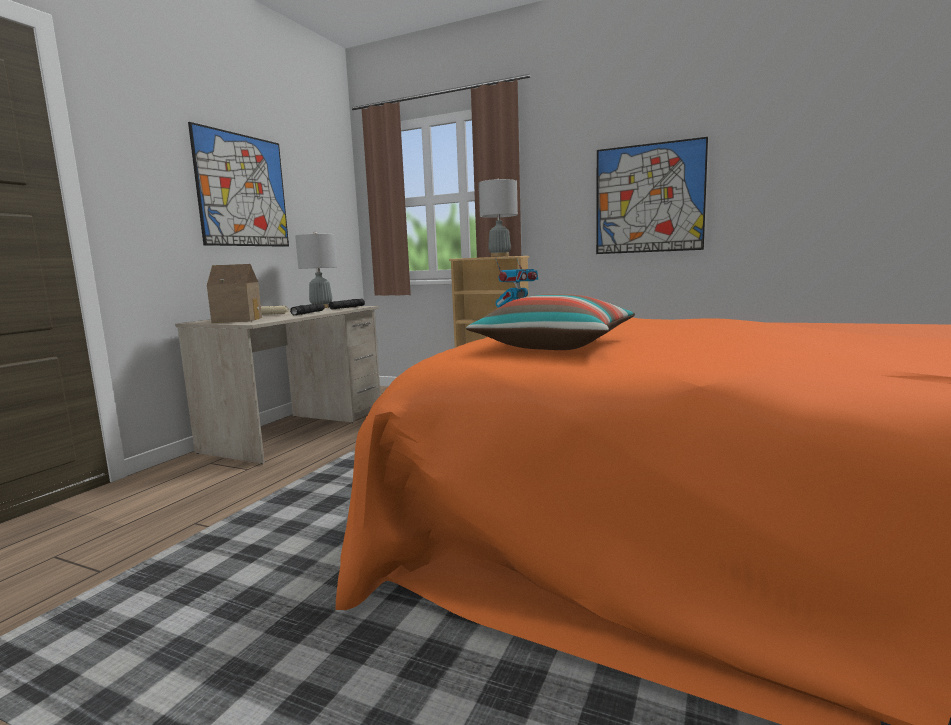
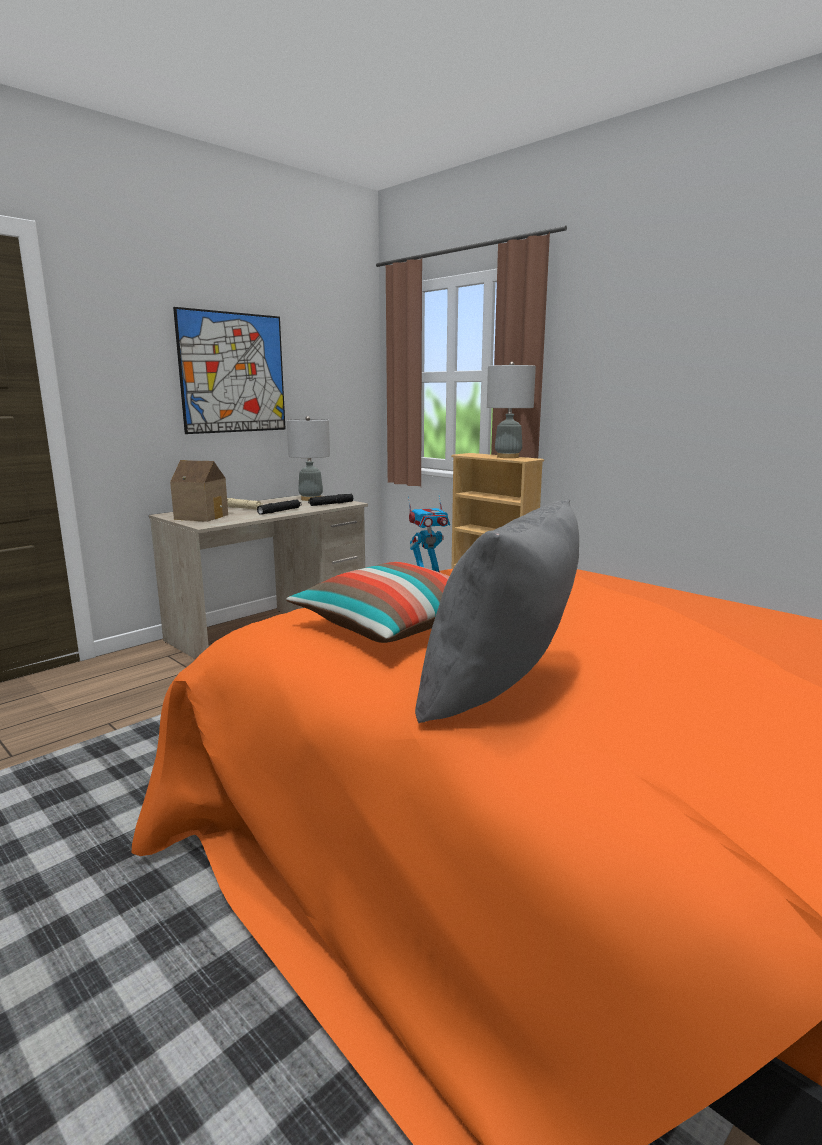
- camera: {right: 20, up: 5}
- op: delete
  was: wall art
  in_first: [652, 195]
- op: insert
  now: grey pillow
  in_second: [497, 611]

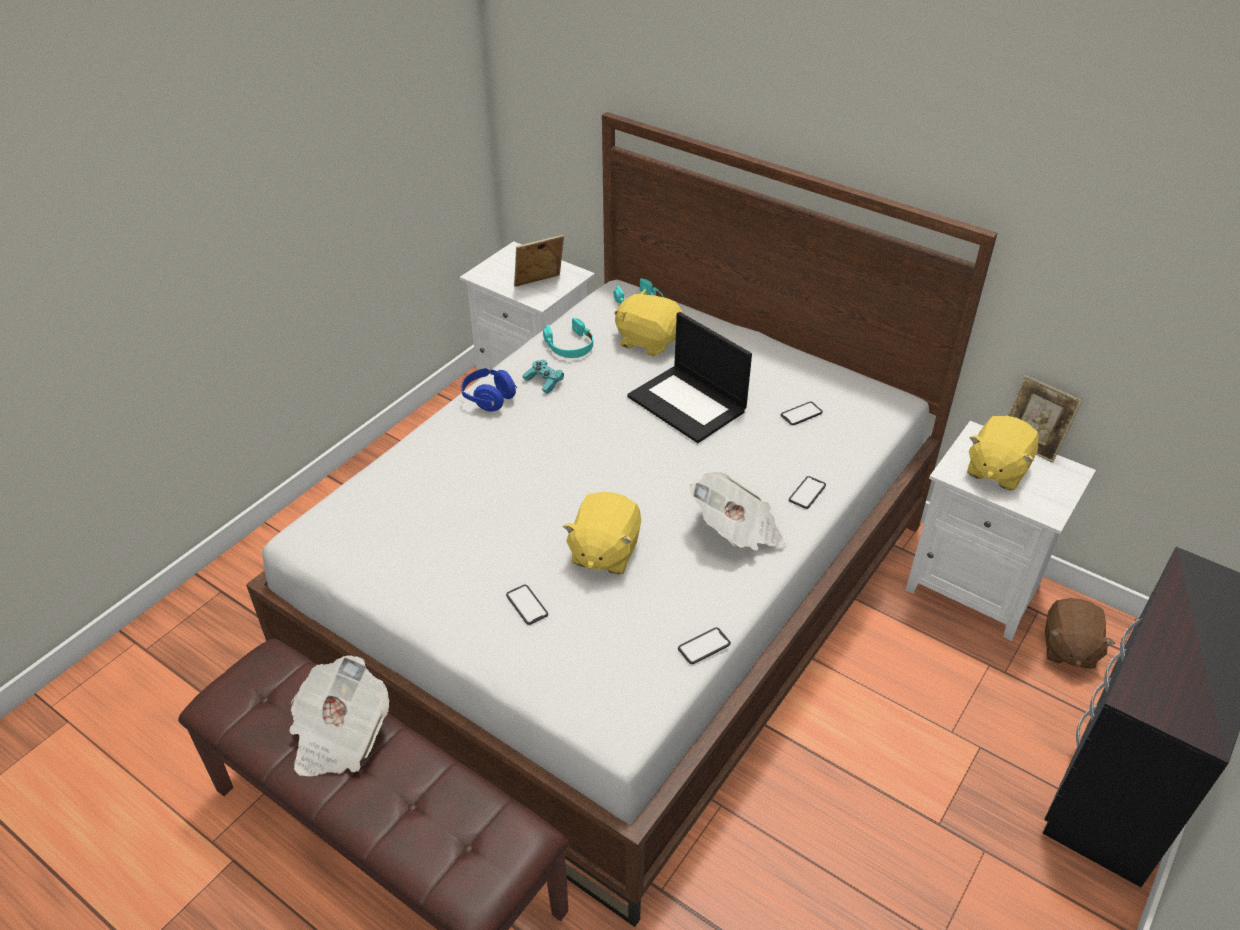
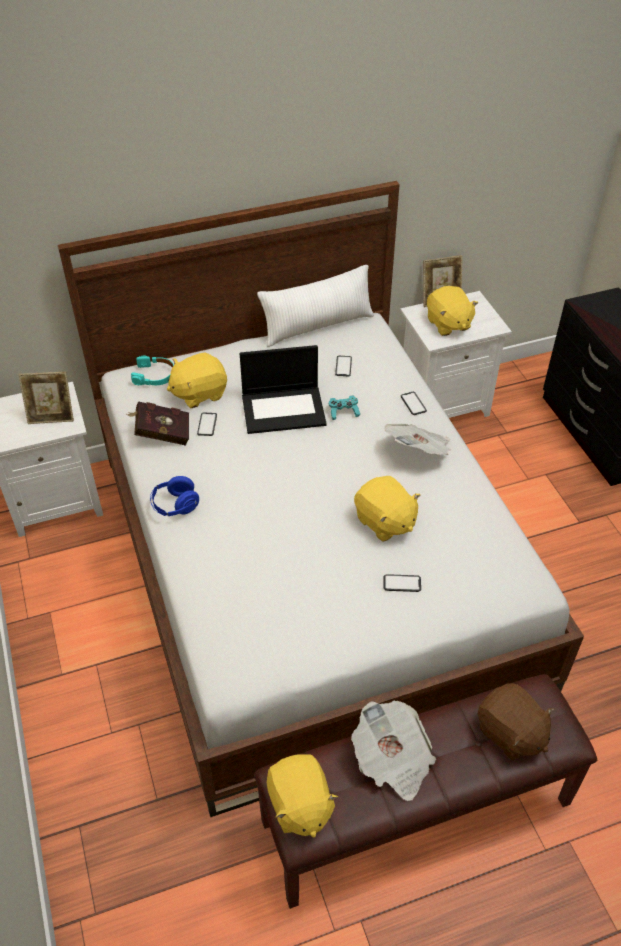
- camera: {right: -55, up: 5}
- op: rotate
  was: photo frame
  in_first: [539, 261]
  in_second: [46, 398]
  clockwise: -105
- op: replace
  was: turquoise-coloured headset
  now: red volume
  in_first: [568, 338]
  in_second: [158, 423]
- op: move
  was: turquoise-coloured game controller
  in_first: [543, 377]
  in_second: [344, 408]
- op: move
  was: brownish soft toy
  in_first: [1080, 633]
  in_second: [516, 722]
- op: move
  was: telephone
  in_first: [704, 646]
  in_second: [207, 424]
- op: insert
  now: white pillow
  in_second: [315, 306]
- op: insert
  now: yellow soft toy
  in_second: [302, 795]

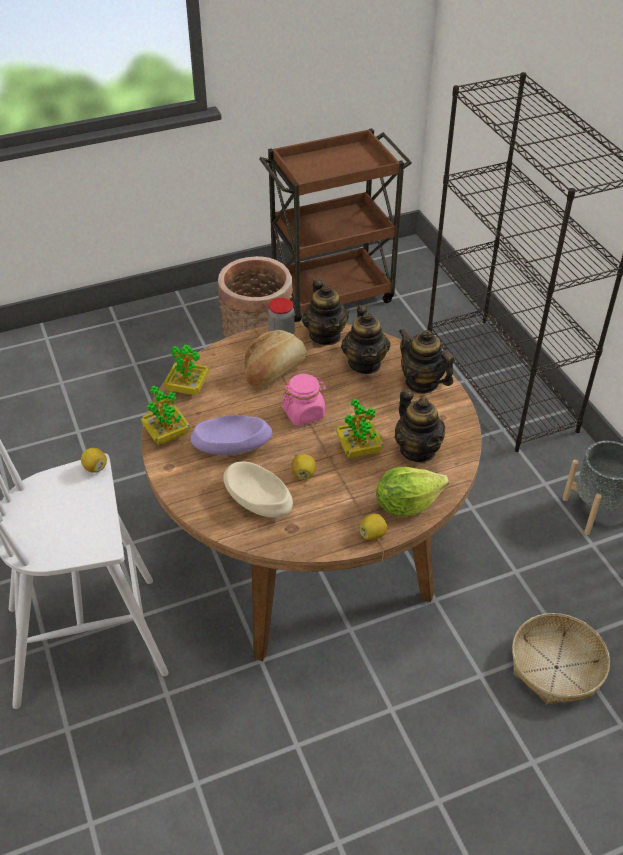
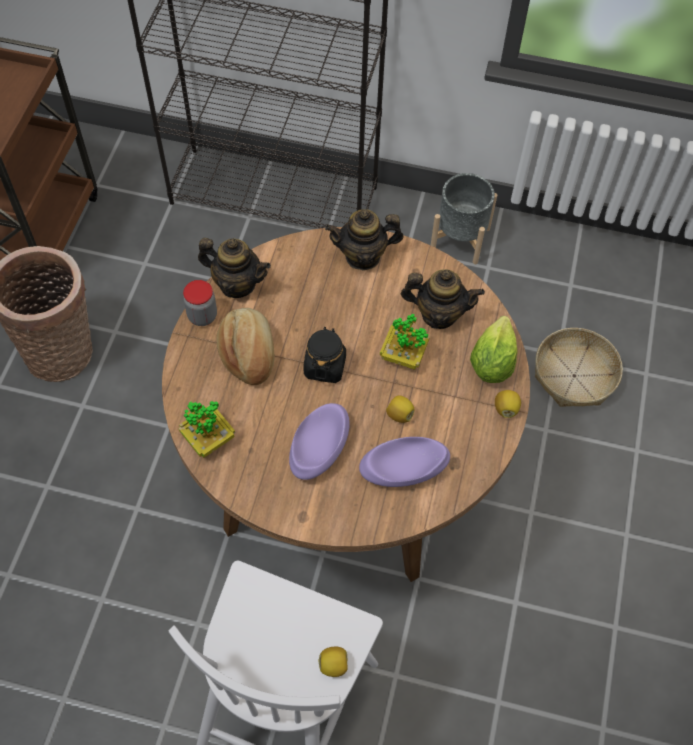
- camera: {right: -55, up: 15}
- op: delete
  was: tea pot
  in_first: [365, 339]
- op: recolor
  was: pink-coloured storage jar
  now: black-coloured storage jar
  in_first: [304, 400]
  in_second: [324, 355]
- op: delete
  was: potted plant
  in_first: [165, 415]
- op: move
  was: whole lemon
  in_first: [94, 460]
  in_second: [333, 661]
- op: recolor
  was: beige serving bowl
  now: purple serving bowl
  in_first: [258, 490]
  in_second: [404, 462]

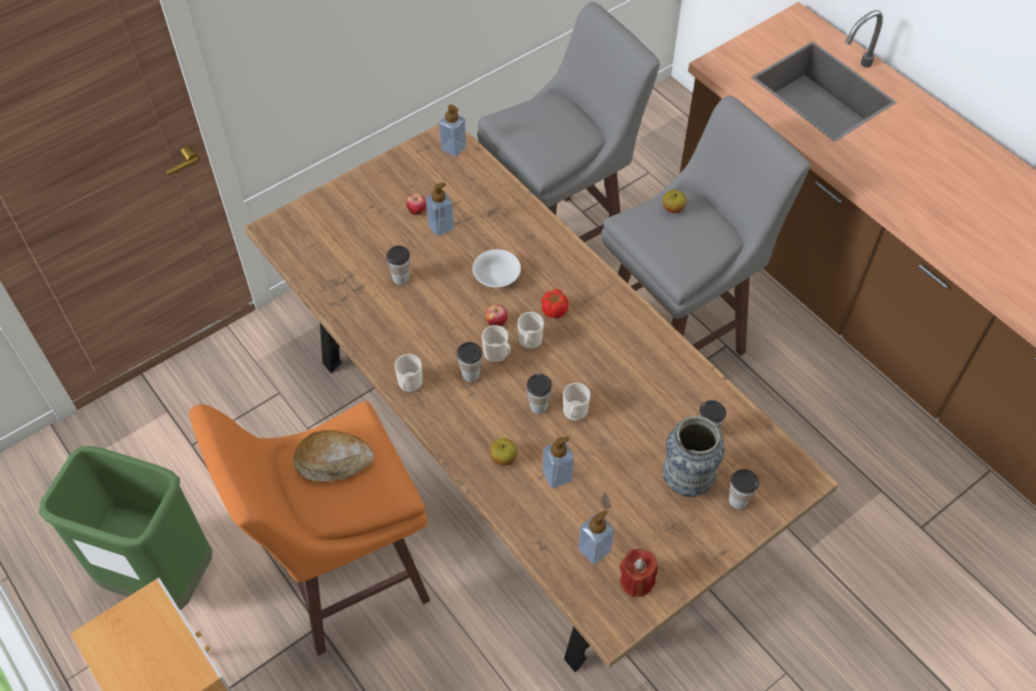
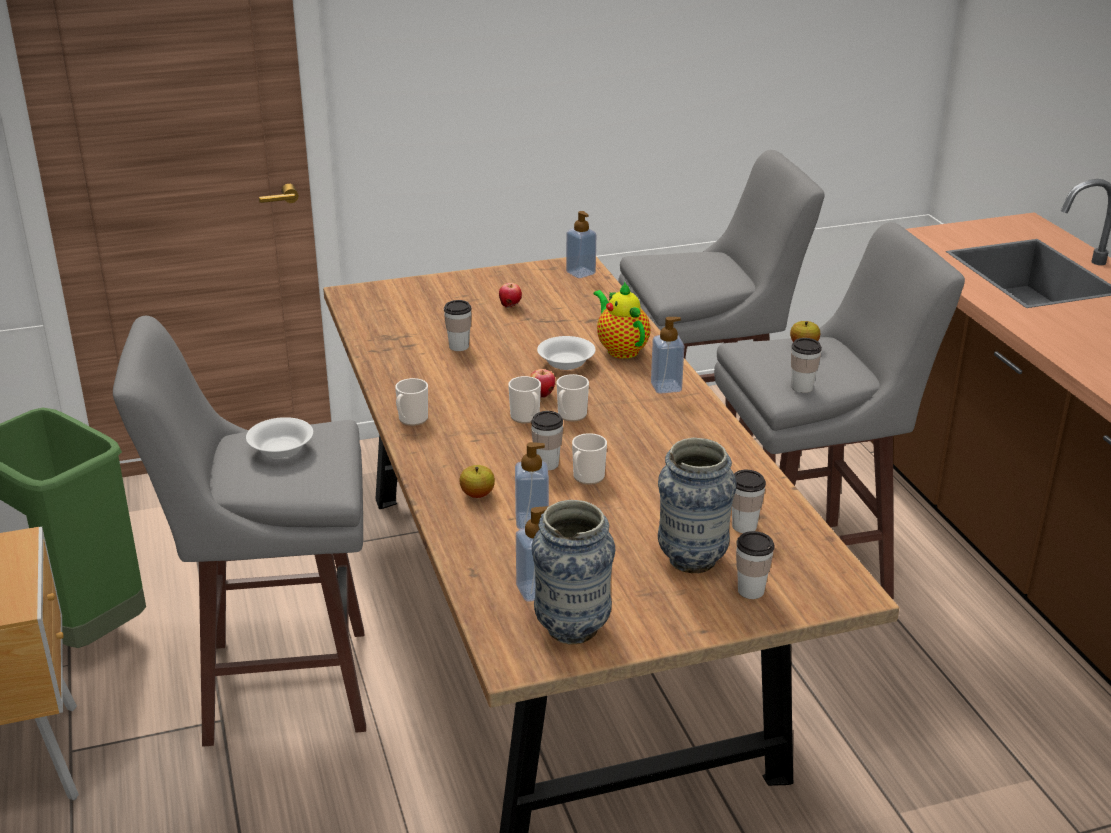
- camera: {right: 20, up: -25}
- op: move
  was: soap dispenser
  in_first: [440, 209]
  in_second: [667, 355]
- op: delete
  was: fresh tomato
  in_first: [555, 304]
- op: move
  was: cup
  in_first: [469, 362]
  in_second: [806, 365]
- op: recolor
  was: orangey sitting stool
  now: grey sitting stool
  in_first: [309, 528]
  in_second: [239, 531]
- op: replace
  was: baked bread
  now: white serving bowl
  in_first: [334, 456]
  in_second: [279, 437]
- op: replace
  was: red wax light
  now: decorative vase
  in_first: [639, 573]
  in_second: [573, 572]
- op: insert
  now: tea pot
  in_second: [622, 320]

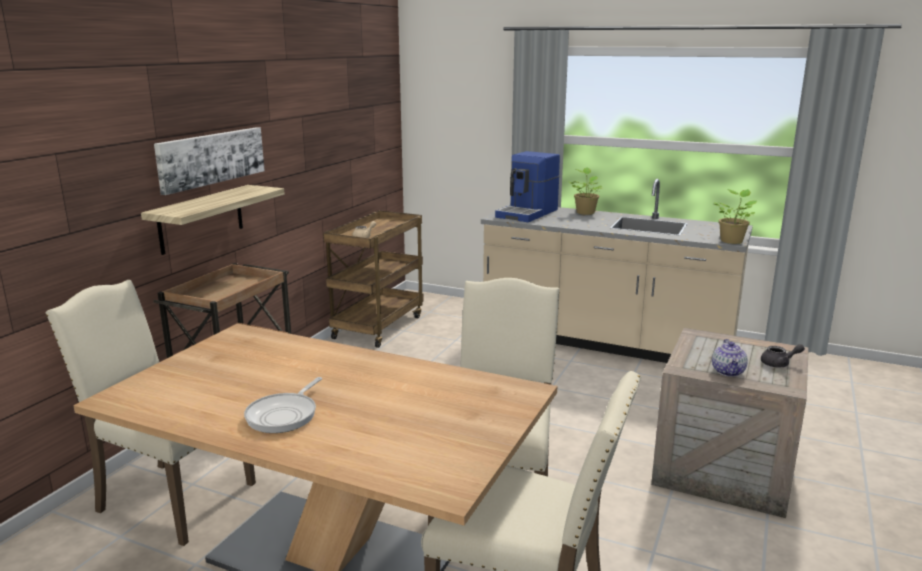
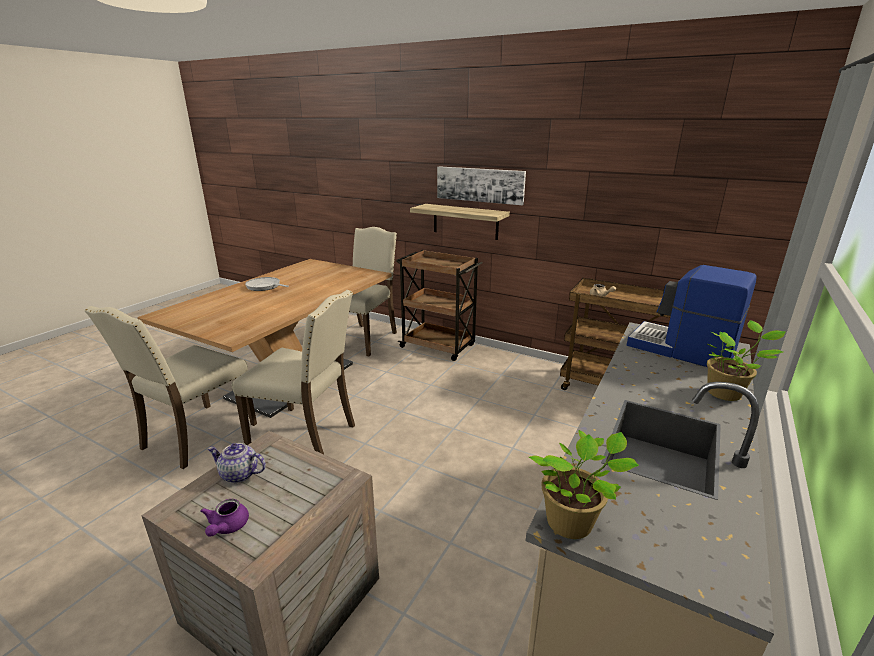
- camera: {right: 95, up: 5}
- op: recolor
  was: grey tea pot
  now: purple tea pot
  in_first: [783, 356]
  in_second: [224, 518]

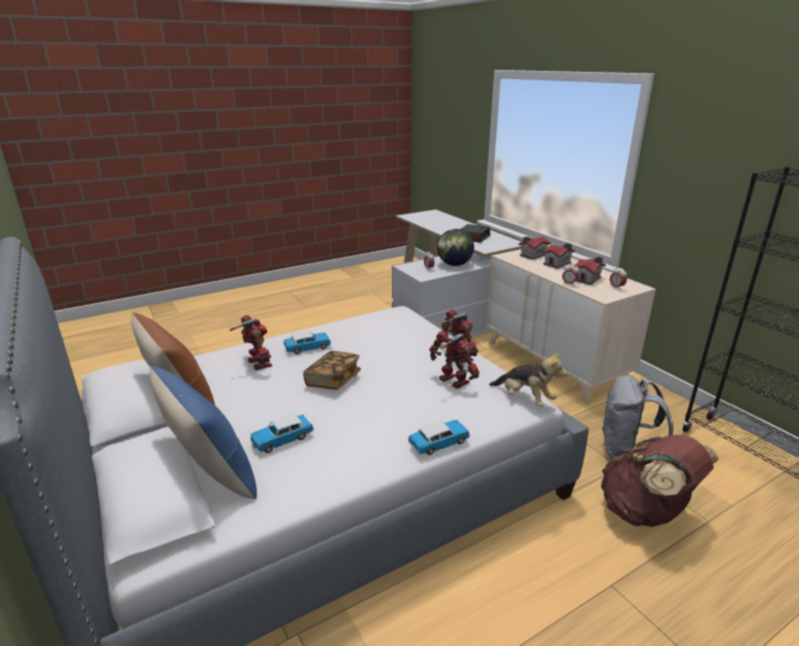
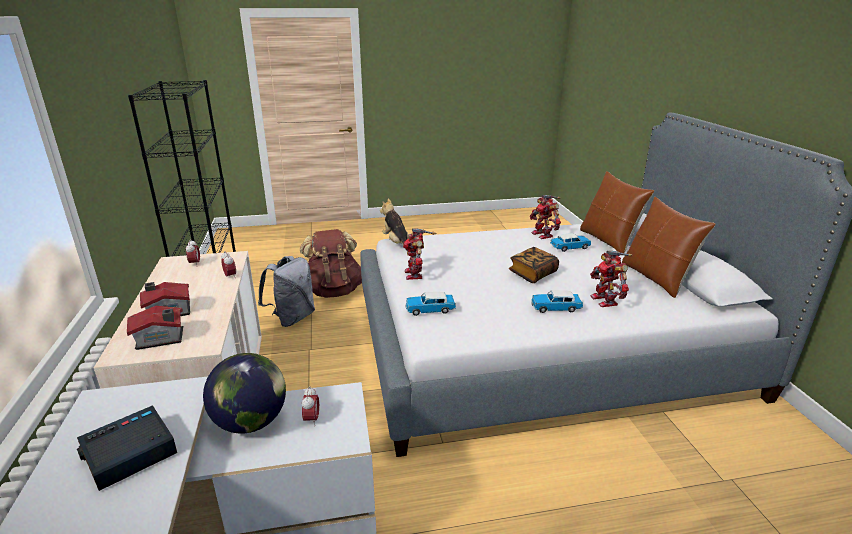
- camera: {right: -160, up: 0}
- op: delete
  was: toy house
  in_first: [590, 270]
- op: move
  was: model robot
  in_first: [454, 359]
  in_second: [545, 217]
- op: recolor
  was: blue pillow
  now: brownish pillow
  in_first: [203, 433]
  in_second: [617, 212]
- op: move
  was: model car
  in_first: [439, 437]
  in_second: [431, 304]

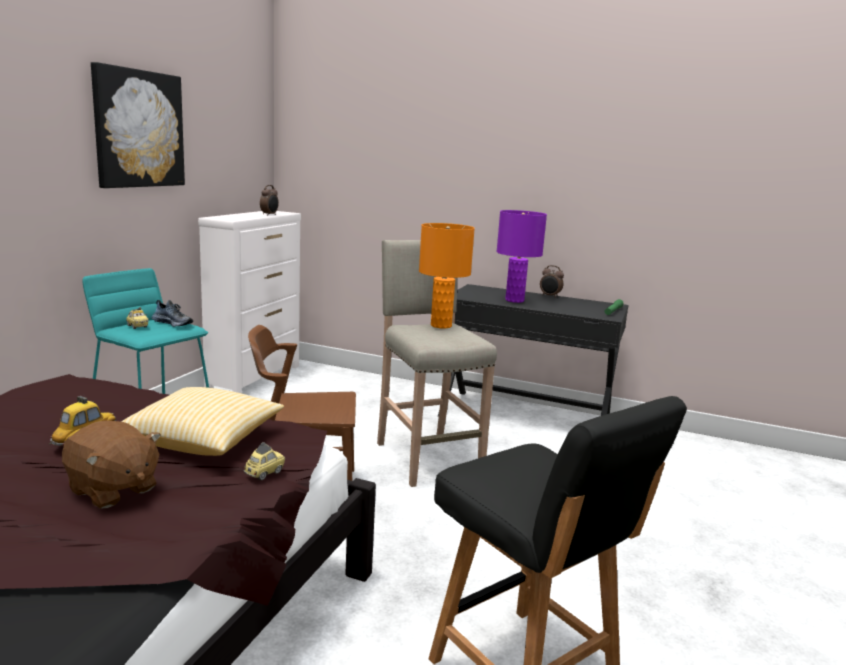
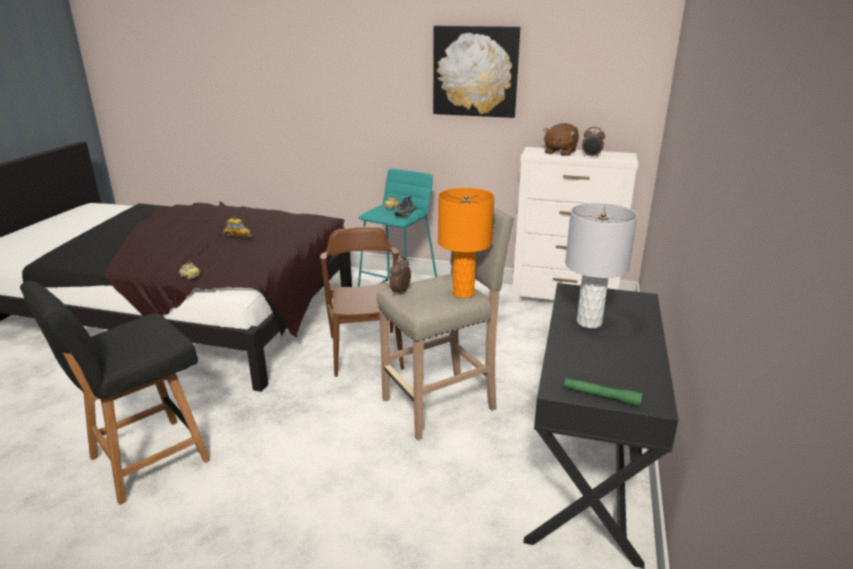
- camera: {right: 85, up: 10}
- op: recolor
  was: purple tabletop lamp
  now: grey tabletop lamp
  in_first: [521, 256]
  in_second: [601, 265]
- op: move
  was: table clock
  in_first: [552, 281]
  in_second: [400, 275]
- op: delete
  was: pillow
  in_first: [203, 421]
- op: move
  was: brownish soft toy
  in_first: [111, 464]
  in_second: [561, 139]

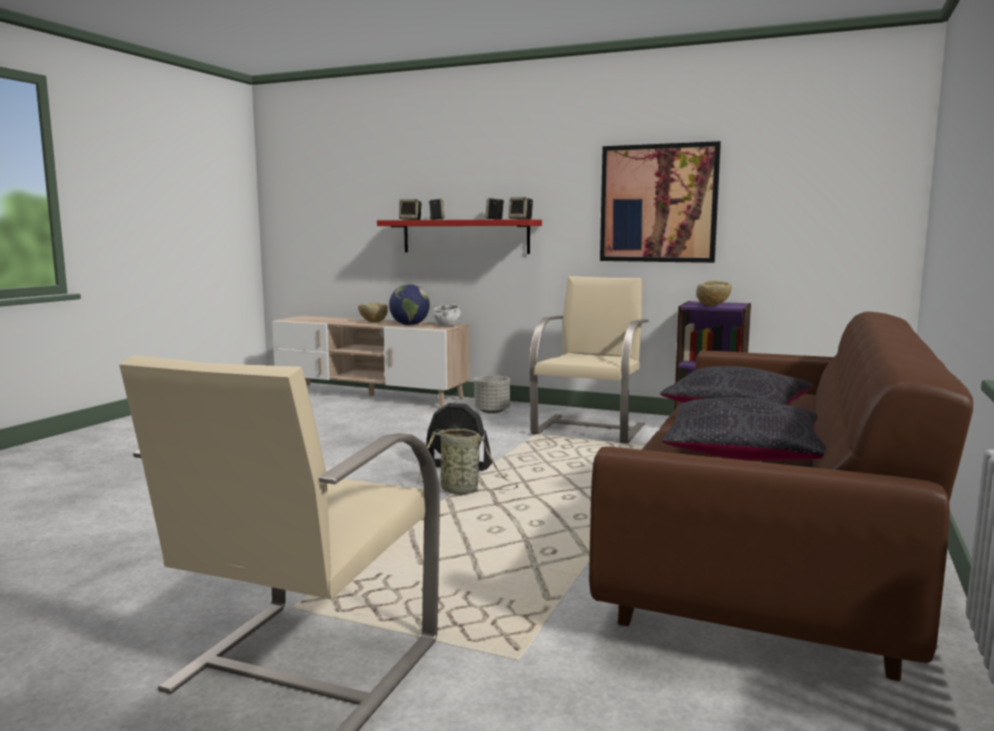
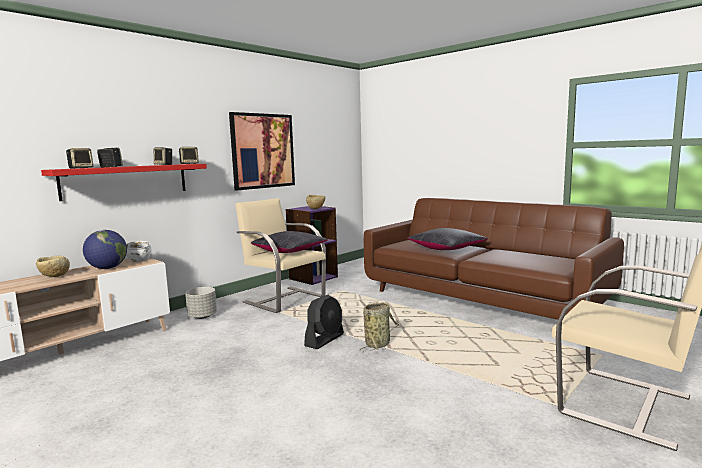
- camera: {right: -70, up: 0}
- op: move
  was: black-coloured pillow
  in_first: [744, 429]
  in_second: [289, 242]

